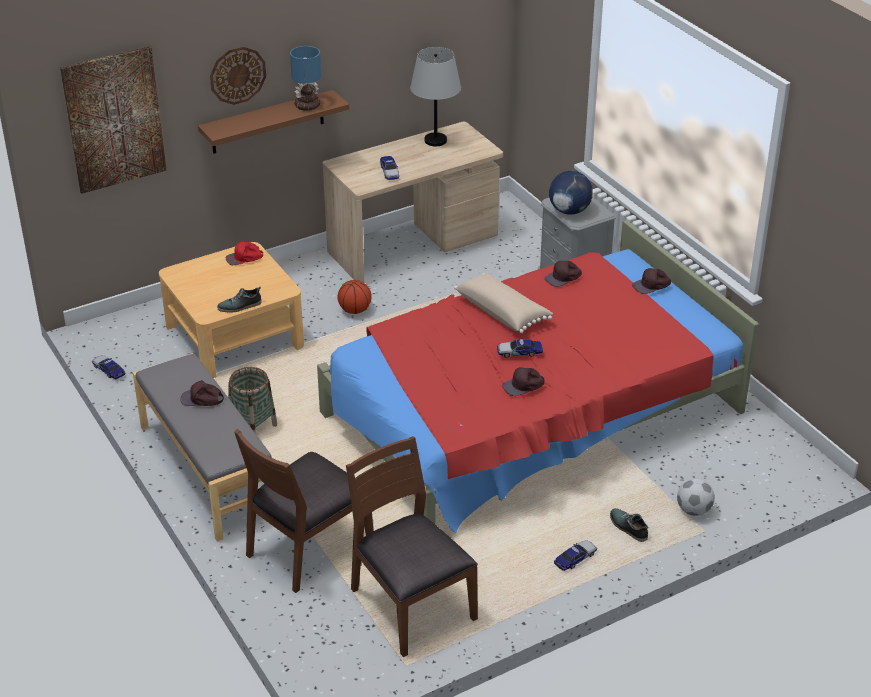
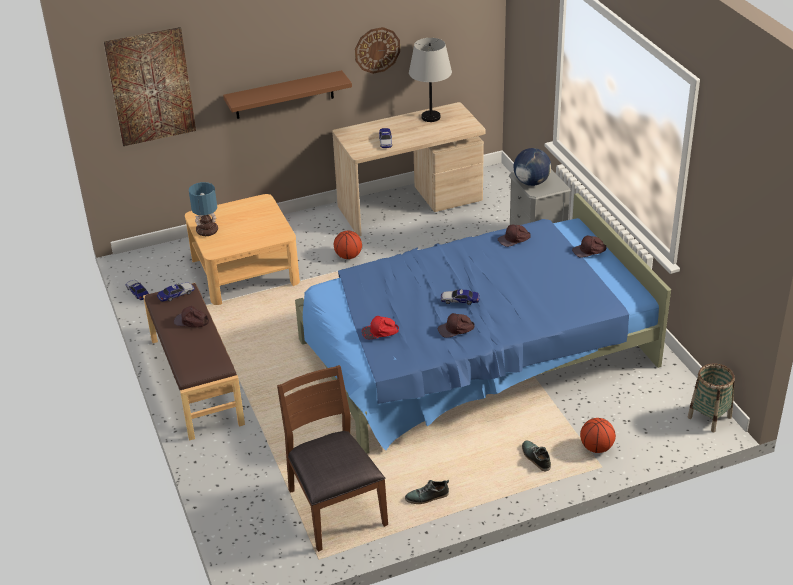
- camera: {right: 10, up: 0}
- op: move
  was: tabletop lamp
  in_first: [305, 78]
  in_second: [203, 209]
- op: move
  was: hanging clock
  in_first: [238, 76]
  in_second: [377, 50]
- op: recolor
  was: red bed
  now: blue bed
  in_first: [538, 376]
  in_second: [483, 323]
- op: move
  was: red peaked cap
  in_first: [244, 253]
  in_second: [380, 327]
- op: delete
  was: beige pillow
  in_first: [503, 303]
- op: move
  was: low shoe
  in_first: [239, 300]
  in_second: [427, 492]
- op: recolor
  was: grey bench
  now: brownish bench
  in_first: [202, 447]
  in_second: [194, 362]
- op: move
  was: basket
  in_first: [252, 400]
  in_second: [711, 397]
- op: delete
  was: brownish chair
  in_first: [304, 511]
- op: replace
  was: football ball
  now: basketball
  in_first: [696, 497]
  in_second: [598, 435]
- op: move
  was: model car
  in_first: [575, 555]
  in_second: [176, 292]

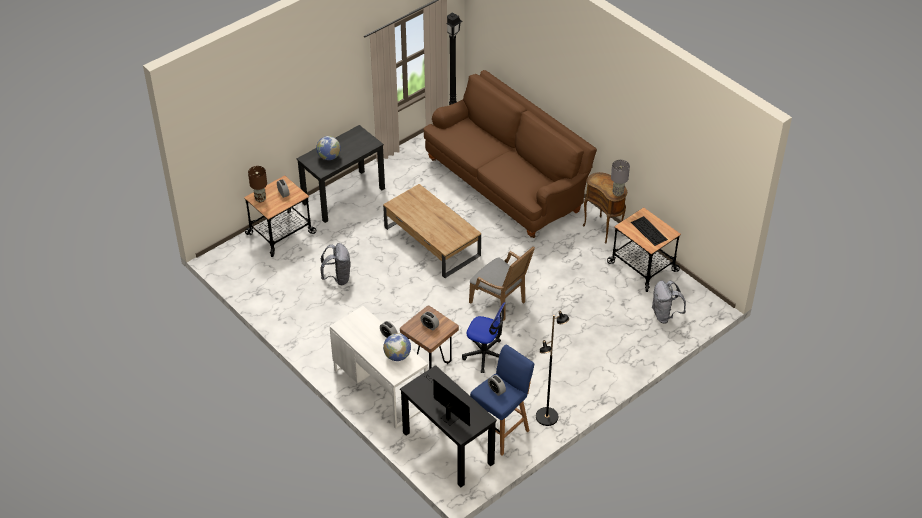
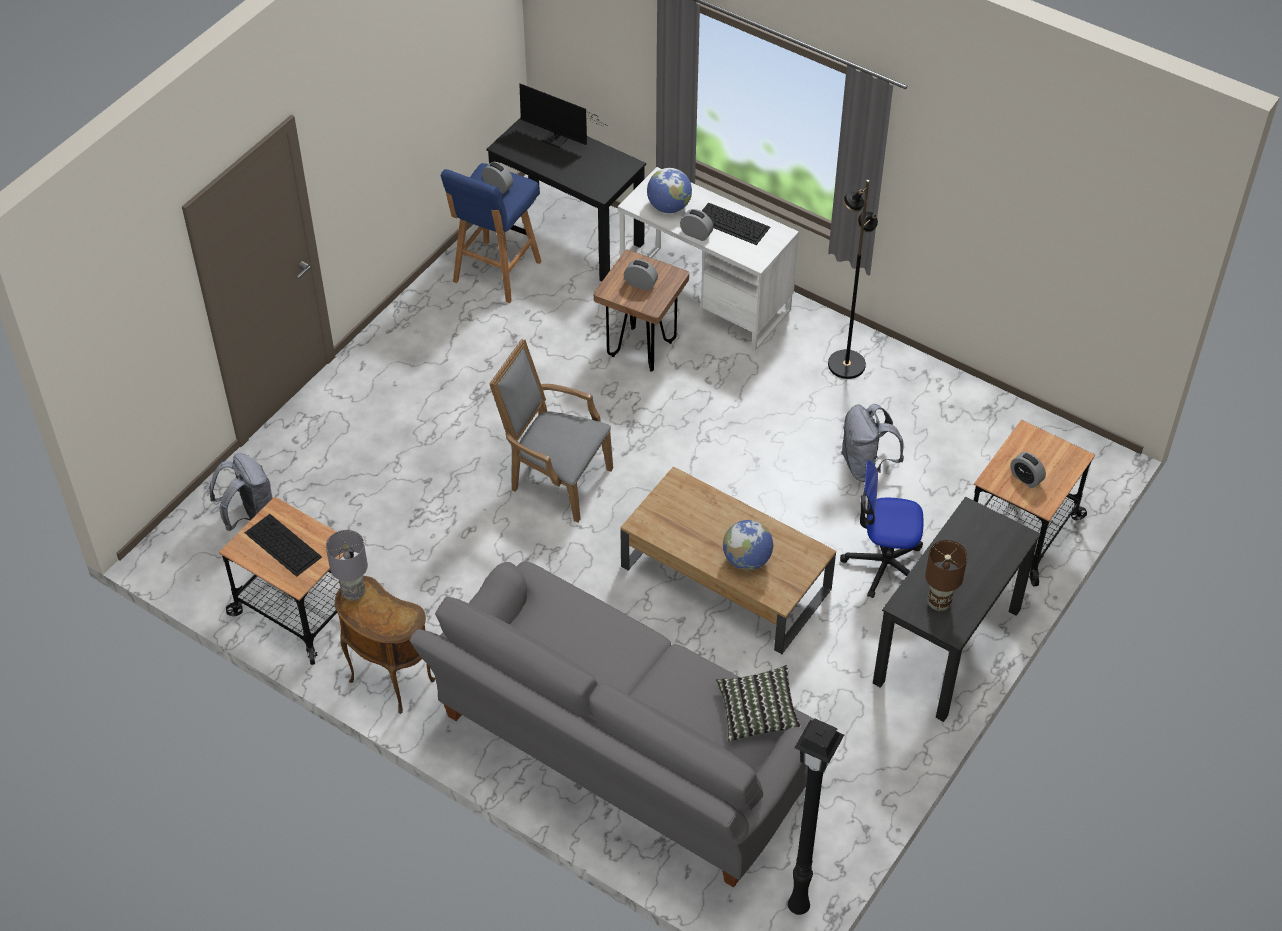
- camera: {right: 165, up: 5}
- op: recolor
  was: brownish couch
  now: grey couch
  in_first: [510, 154]
  in_second: [612, 724]
- op: move
  was: world globe
  in_first: [328, 148]
  in_second: [748, 545]
- op: move
  was: brownish tabletop lamp
  in_first: [257, 184]
  in_second: [946, 575]
- op: move
  was: office chair
  in_first: [483, 337]
  in_second: [882, 529]
- op: move
  was: black-coloured standing lamp
  in_first: [552, 368]
  in_second: [853, 279]
- op: insert
  now: PC keyboard
  in_second: [736, 223]
- op: insert
  now: pillow
  in_second: [758, 703]

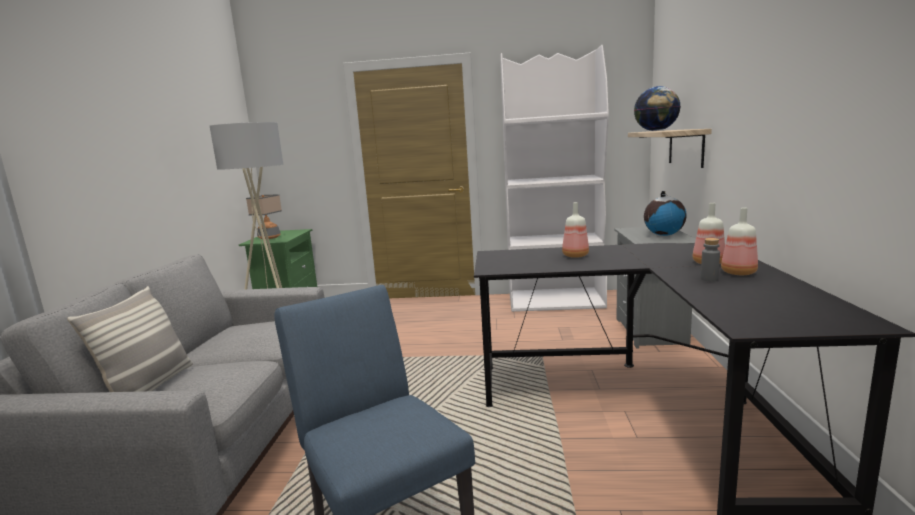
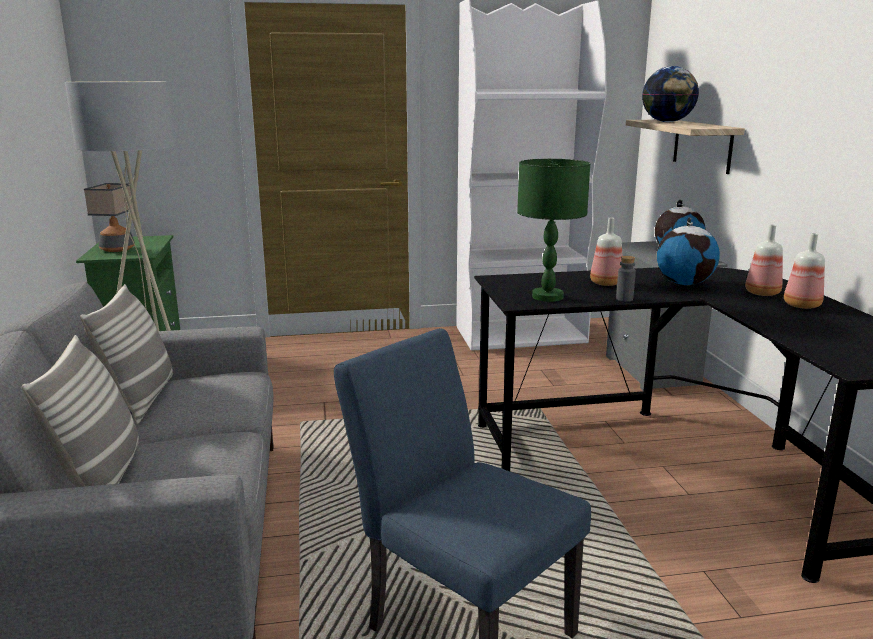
- camera: {right: -15, up: 5}
- op: move
  was: grey drink bottle
  in_first: [710, 259]
  in_second: [626, 279]
- op: insert
  now: green tabletop lamp
  in_second: [553, 230]
- op: insert
  now: world globe
  in_second: [688, 251]
- op: insert
  now: pillow
  in_second: [126, 354]

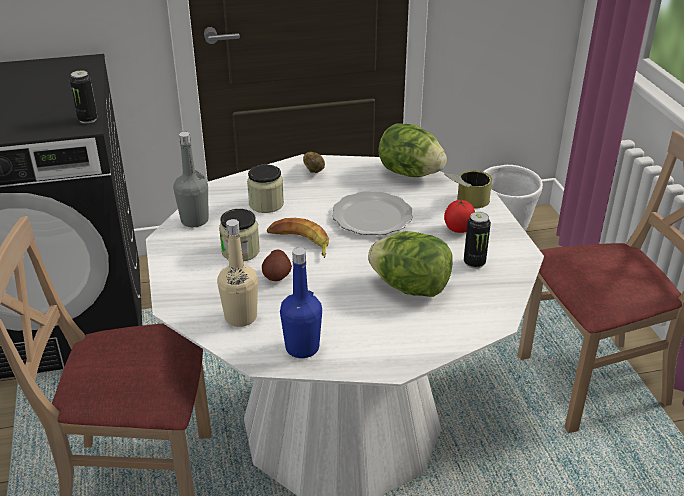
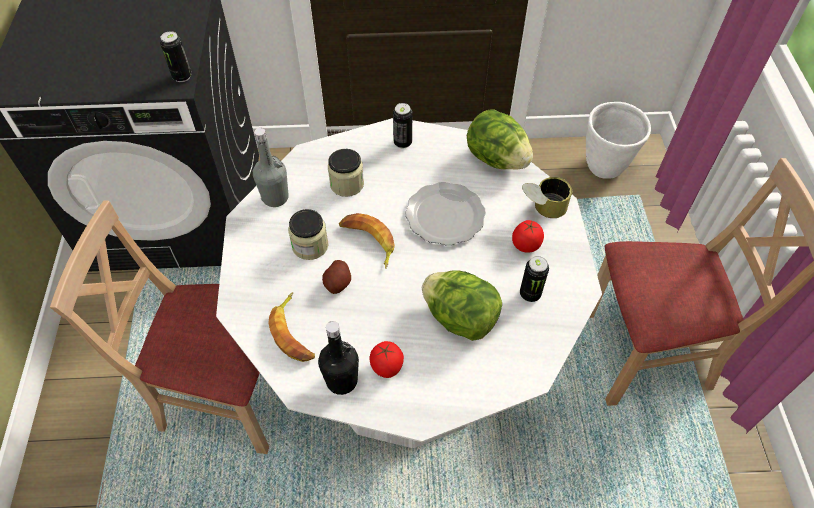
- camera: {right: 10, up: 20}
- op: replace
  was: spud
  now: metal can
  in_first: [314, 162]
  in_second: [402, 126]
- op: replace
  was: beige drink bottle
  now: whole banana
  in_first: [237, 273]
  in_second: [291, 327]
- op: recolor
  was: blue drink bottle
  now: black-coloured drink bottle
  in_first: [301, 302]
  in_second: [338, 358]
- op: insert
  now: fresh tomato
  in_second: [387, 359]

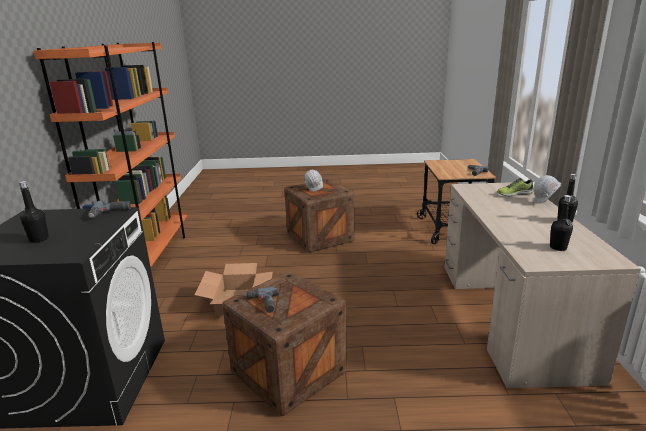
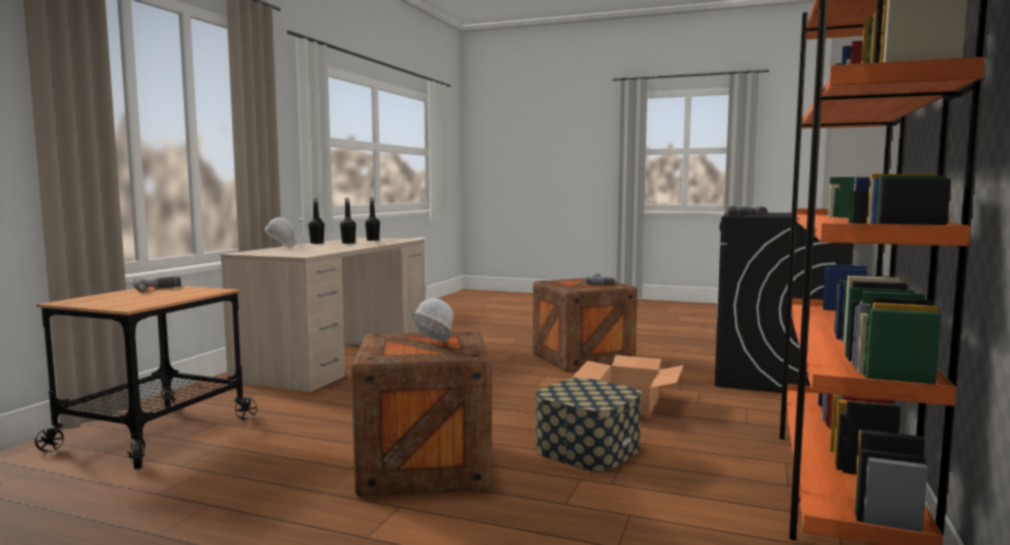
- camera: {right: -160, up: -15}
- op: delete
  was: low shoe
  in_first: [515, 187]
- op: move
  was: black-coloured drink bottle
  in_first: [34, 212]
  in_second: [348, 221]
- op: insert
  now: storage container
  in_second: [588, 424]

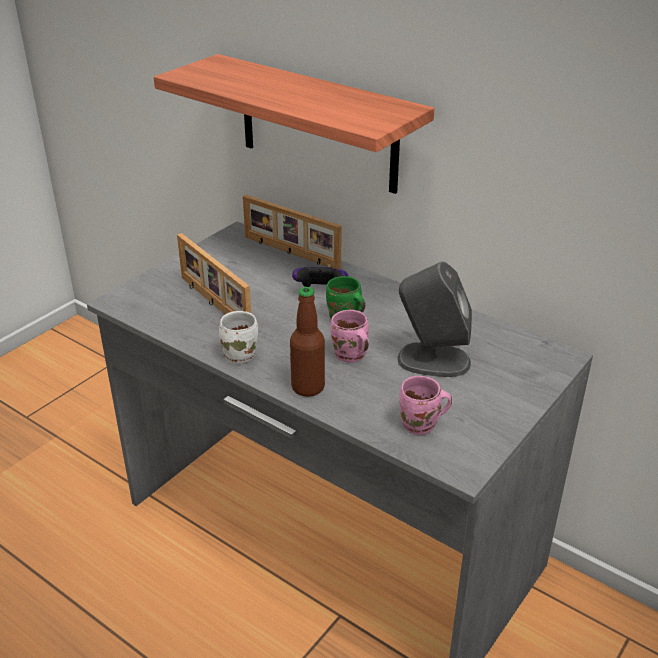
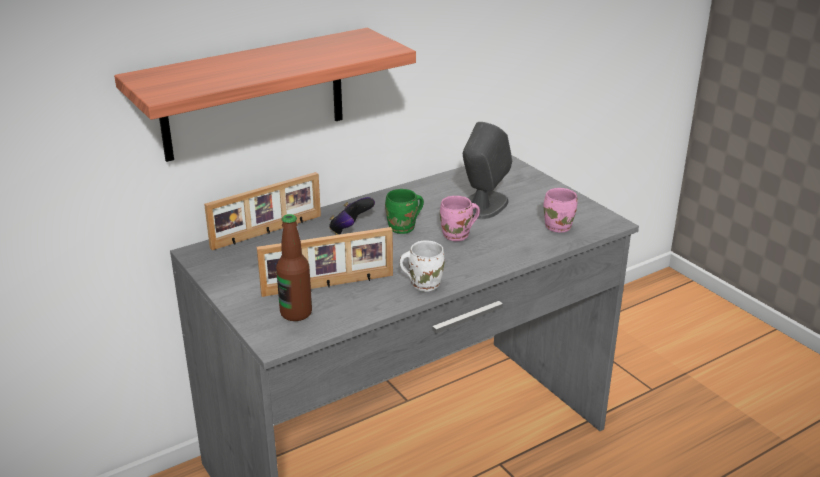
- camera: {right: -70, up: -5}
- op: move
  was: drink bottle
  in_first: [307, 342]
  in_second: [294, 267]

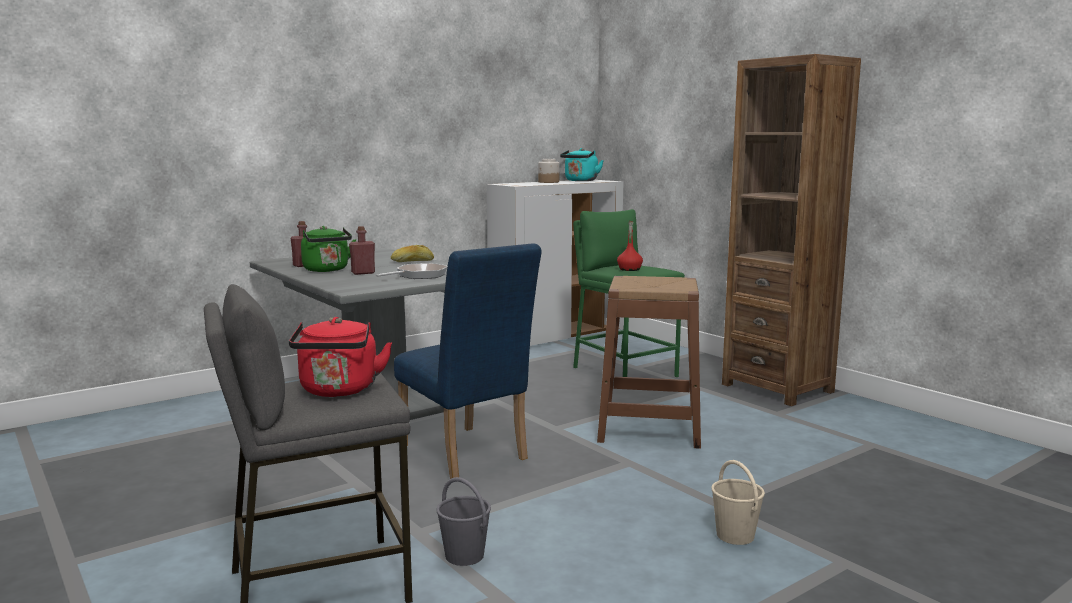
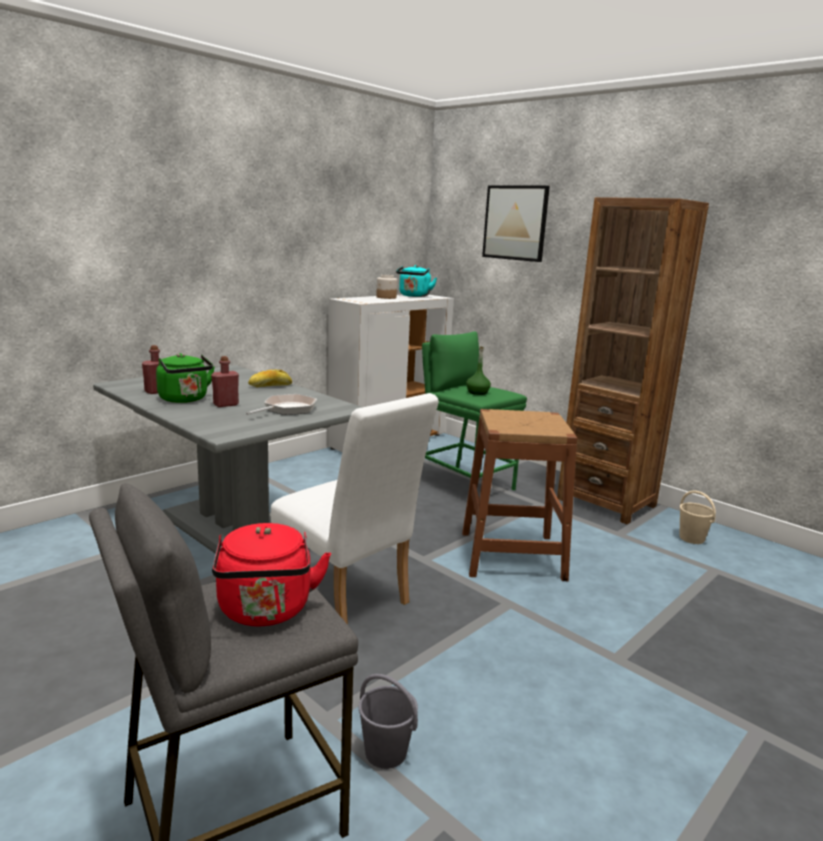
- camera: {right: -10, up: 5}
- op: recolor
  was: red drink bottle
  now: green drink bottle
  in_first: [630, 246]
  in_second: [478, 370]
- op: recolor
  was: blue chair
  now: white chair
  in_first: [468, 361]
  in_second: [355, 508]
- op: move
  was: beige pail
  in_first: [738, 502]
  in_second: [697, 517]
- op: insert
  now: wall art
  in_second: [516, 223]

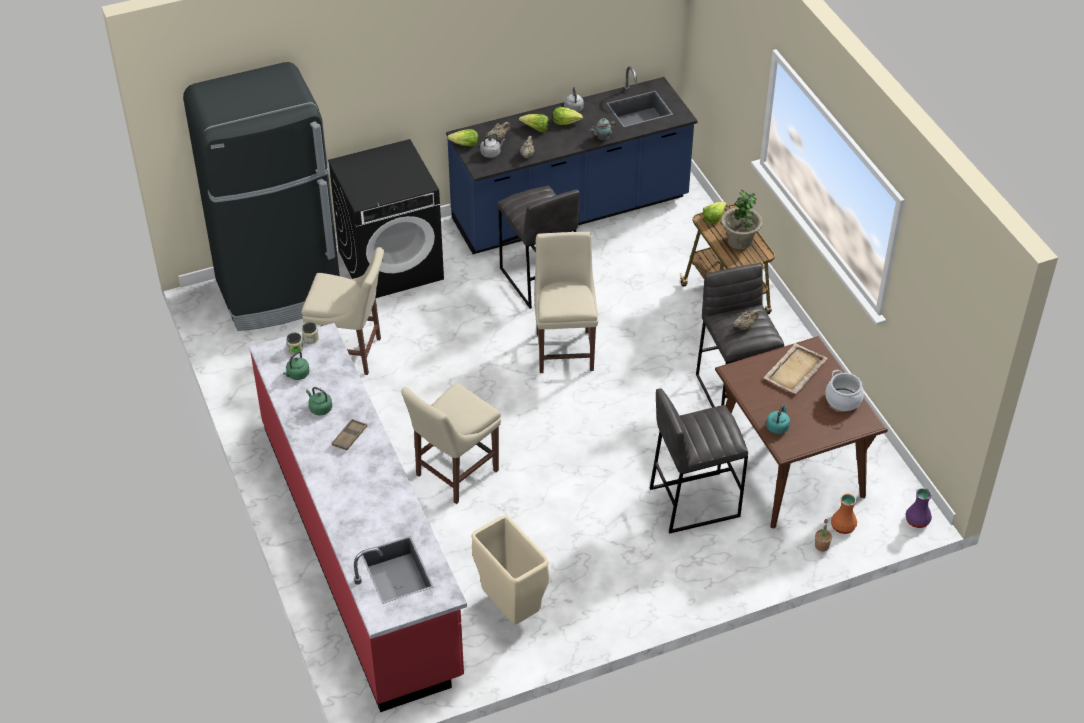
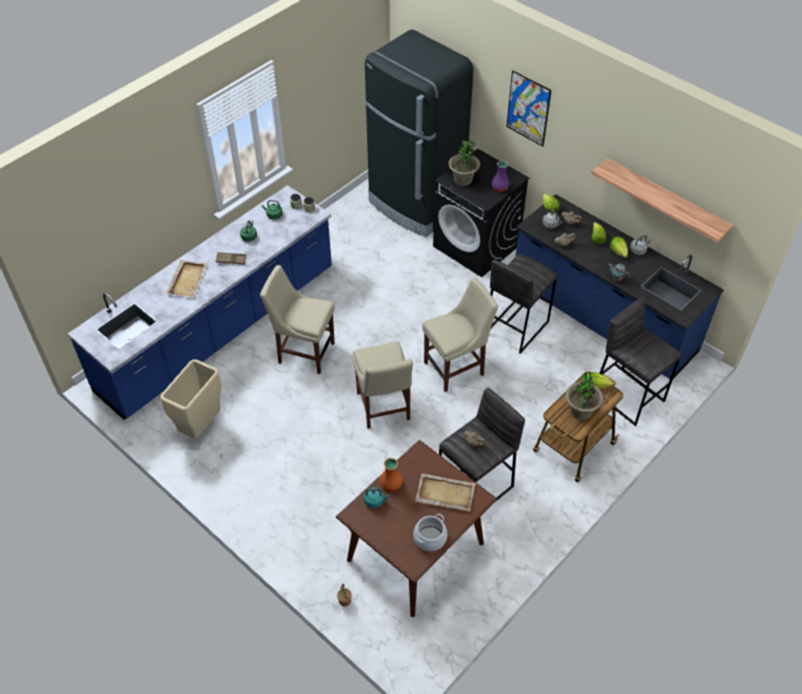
- camera: {right: 65, up: 5}
- op: move
  was: beige chair
  in_first: [343, 311]
  in_second: [383, 385]
- op: recolor
  was: red kitchen base unit
  now: blue kitchen base unit
  in_first: [358, 517]
  in_second: [199, 302]
- op: move
  was: grey sitting stool
  in_first: [699, 461]
  in_second: [640, 361]
- op: move
  was: purple decorative vase
  in_first: [918, 508]
  in_second: [500, 176]
- op: move
  was: orangey decorative vase
  in_first: [844, 513]
  in_second: [391, 474]
- op: insert
  now: wall art
  in_second: [528, 109]
- op: insert
  now: potted plant
  in_second: [464, 162]
- op: insert
  now: bracket shelf
  in_second: [662, 200]
- op: insert
  now: beige serving tray
  in_second: [187, 279]

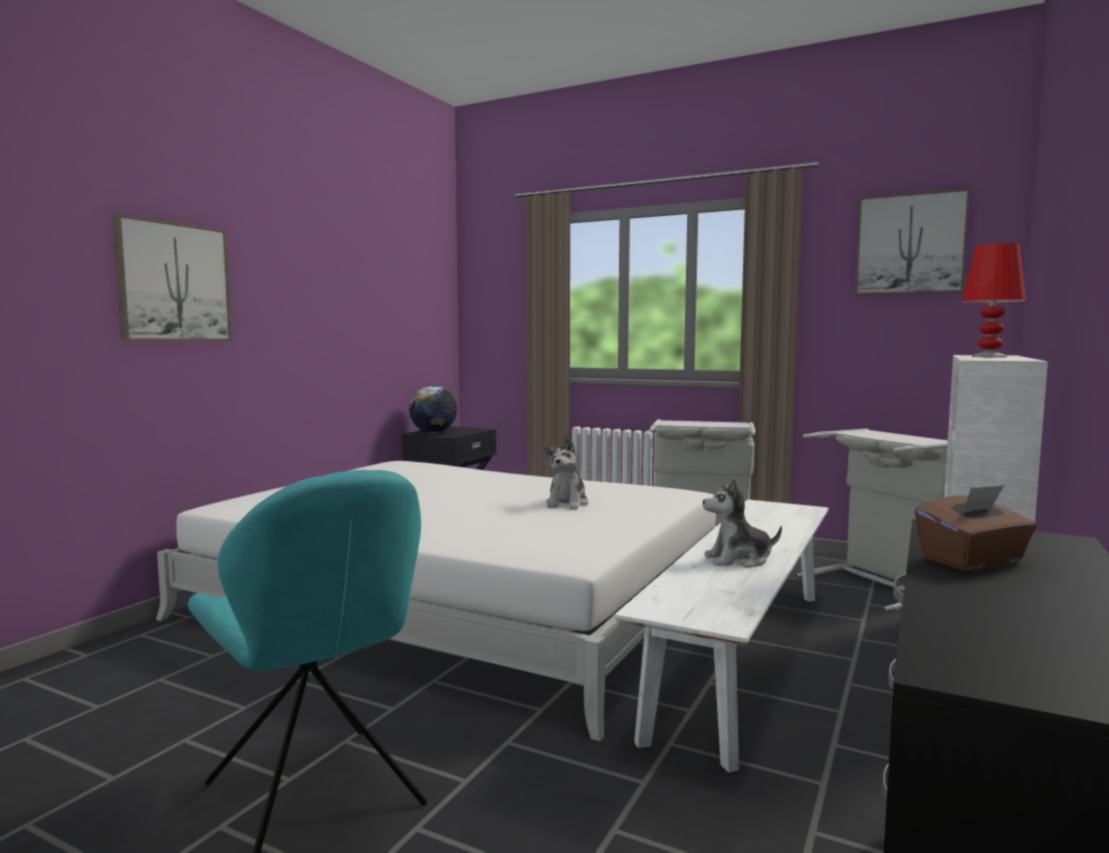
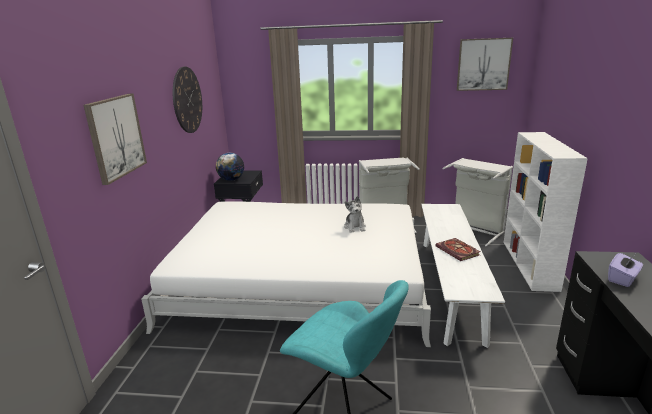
- camera: {right: -20, up: 15}
- op: delete
  was: red tabletop lamp
  in_first: [994, 300]
- op: replace
  was: soft toy
  now: volume
  in_first: [742, 523]
  in_second: [457, 249]
- op: recolor
  was: brownish tissue box
  now: purple tissue box
  in_first: [976, 528]
  in_second: [625, 270]
- op: insert
  now: hanging clock
  in_second: [187, 100]

